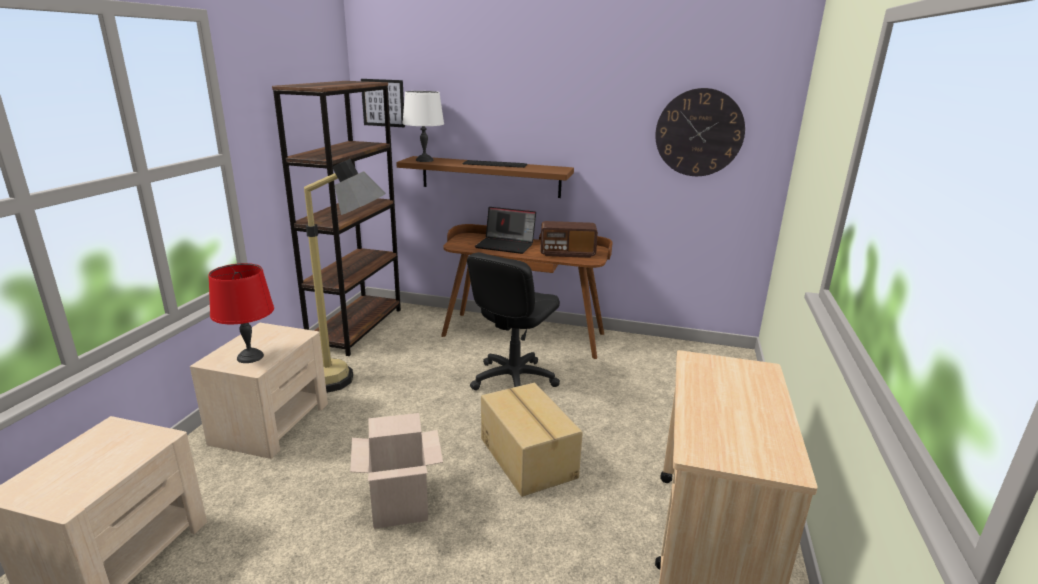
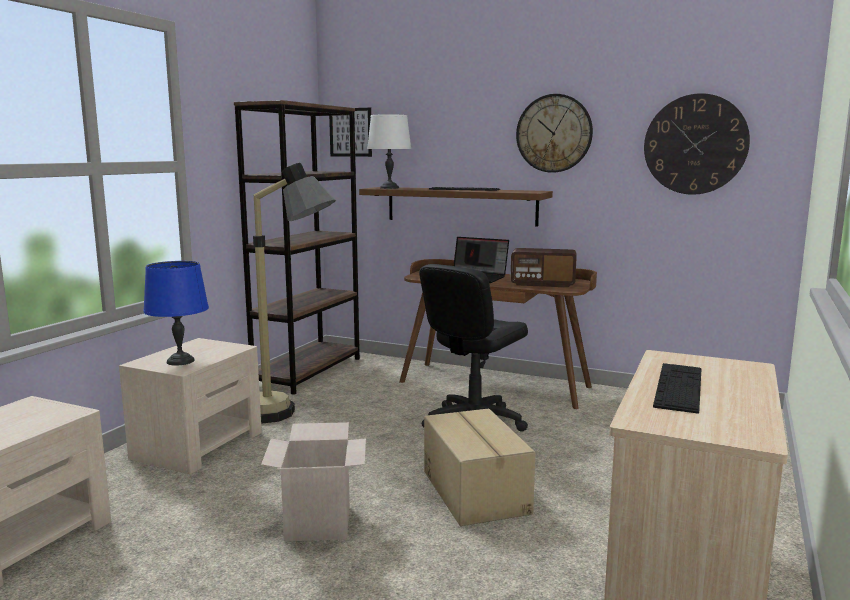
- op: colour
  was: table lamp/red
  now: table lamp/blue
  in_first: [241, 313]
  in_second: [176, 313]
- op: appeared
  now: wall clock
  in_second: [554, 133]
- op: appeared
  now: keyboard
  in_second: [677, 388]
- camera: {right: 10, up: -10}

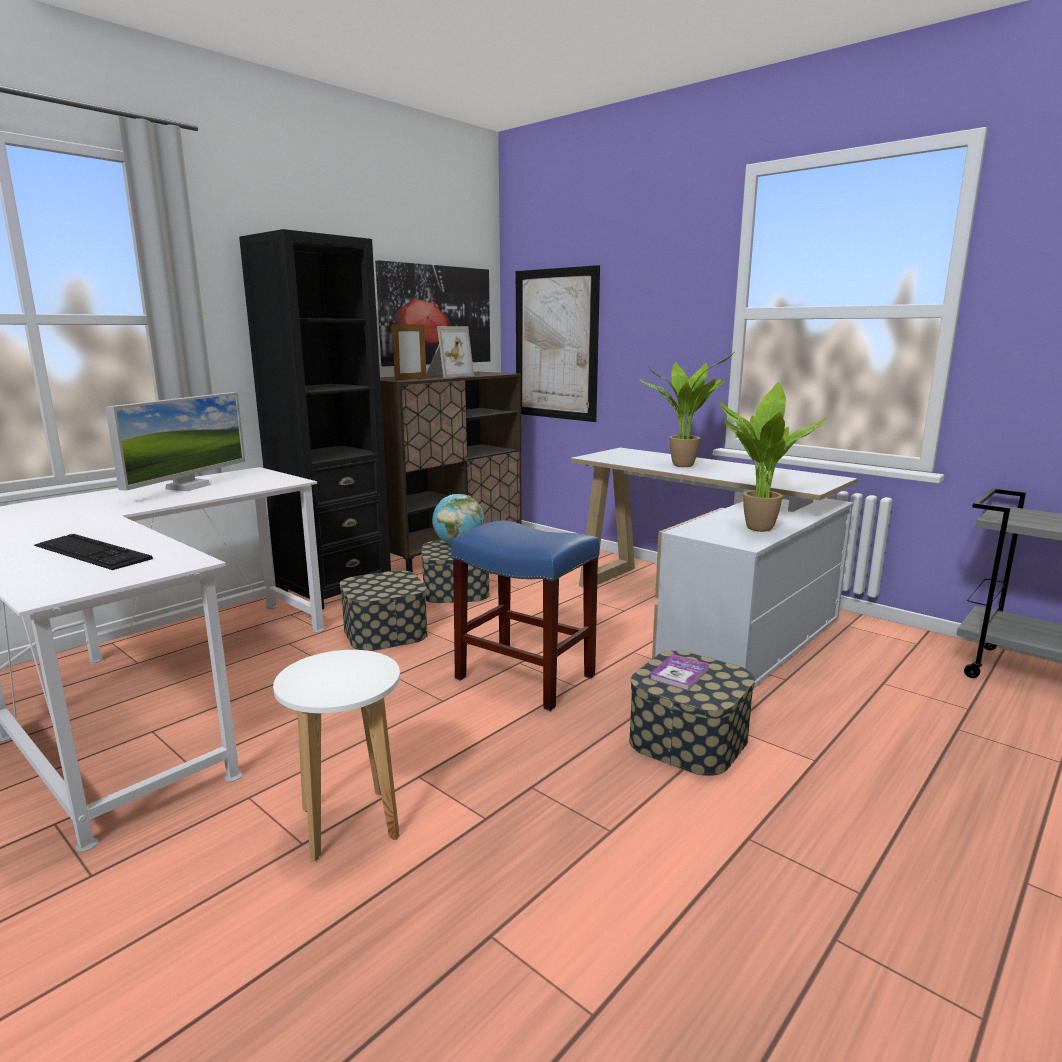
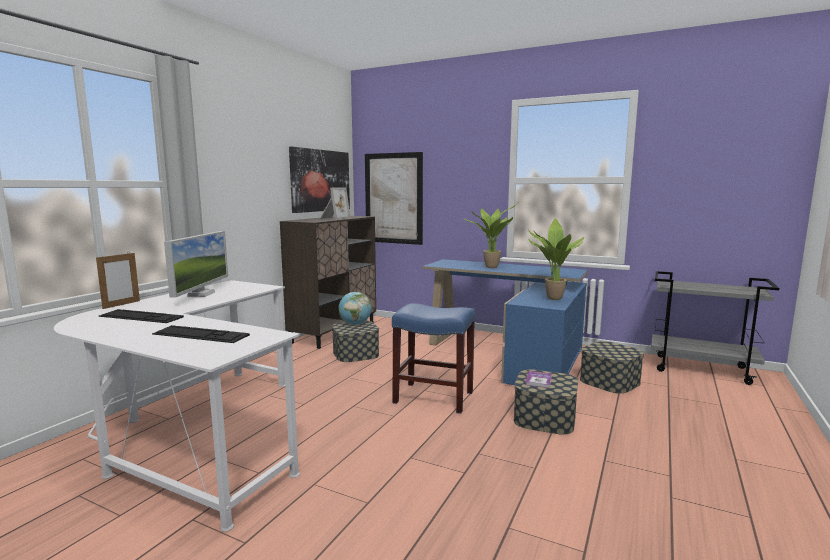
- op: missing
  was: bookcase/black
  in_first: [315, 419]
- op: relocated
  was: picture frame
  in_first: [409, 351]
  in_second: [118, 280]
- op: colour
  was: desk/white
  now: desk/blue
  in_first: [714, 567]
  in_second: [505, 322]
- op: relocated
  was: storage box
  in_first: [384, 610]
  in_second: [612, 367]
- op: missing
  was: stool/white
  in_first: [336, 755]
- op: appeared
  now: keyboard
  in_second: [141, 316]
- camera: {right: -15, up: -5}

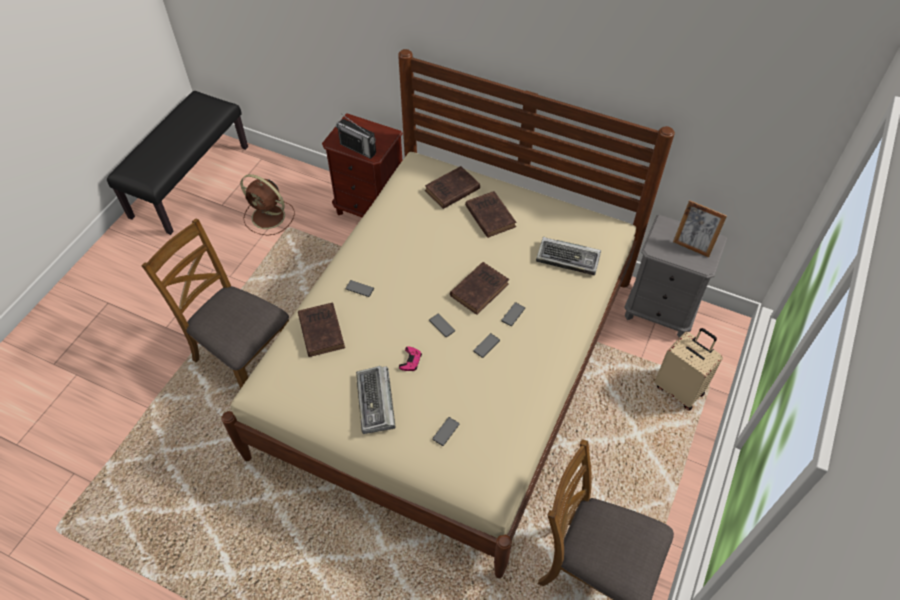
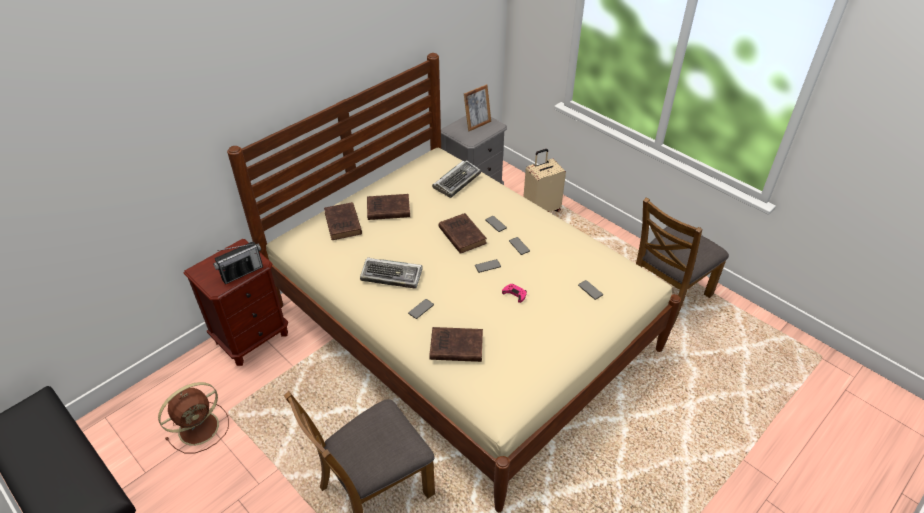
- op: relocated
  was: keyboard
  in_first: [376, 400]
  in_second: [391, 273]
- camera: {right: -70, up: -10}

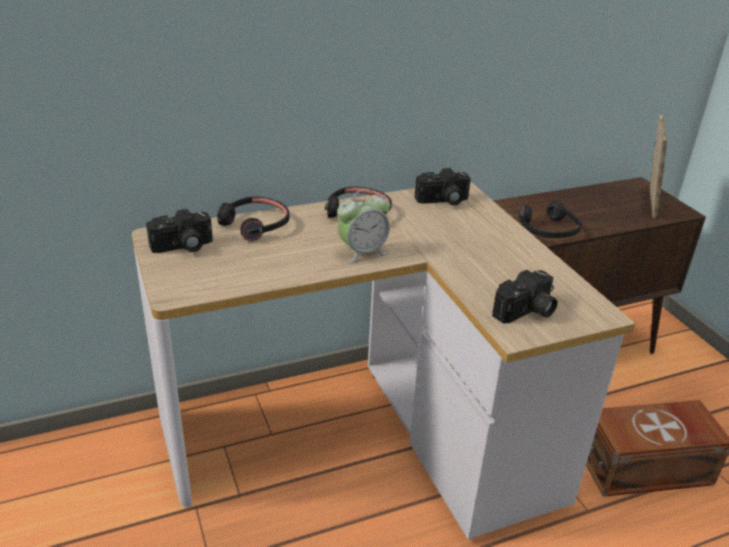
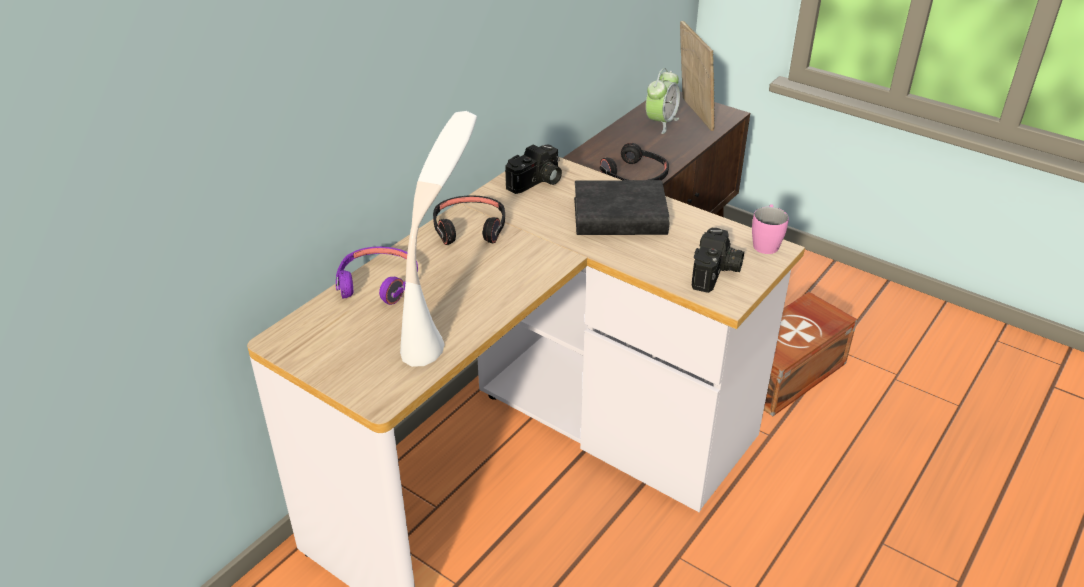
- op: relocated
  was: alarm clock
  in_first: [363, 226]
  in_second: [663, 101]
- op: colour
  was: headphones/black
  now: headphones/purple
  in_first: [253, 219]
  in_second: [377, 276]
- op: missing
  was: photo camera
  in_first: [179, 231]
- op: appeared
  now: table lamp/white
  in_second: [438, 239]
- op: appeared
  now: book/black
  in_second: [622, 207]
- op: appeared
  now: mug/pink
  in_second: [770, 229]
- camera: {right: -30, up: 5}

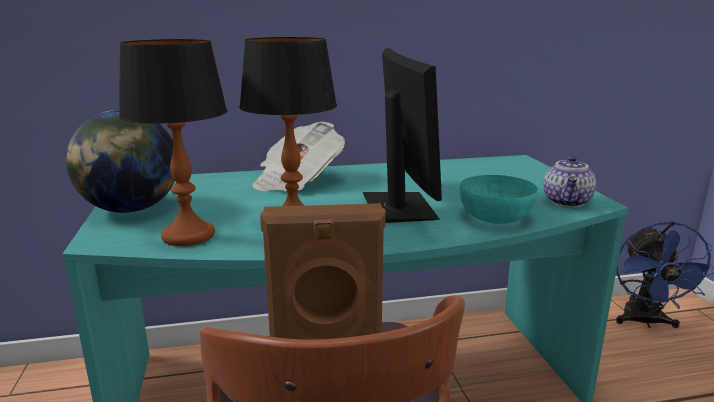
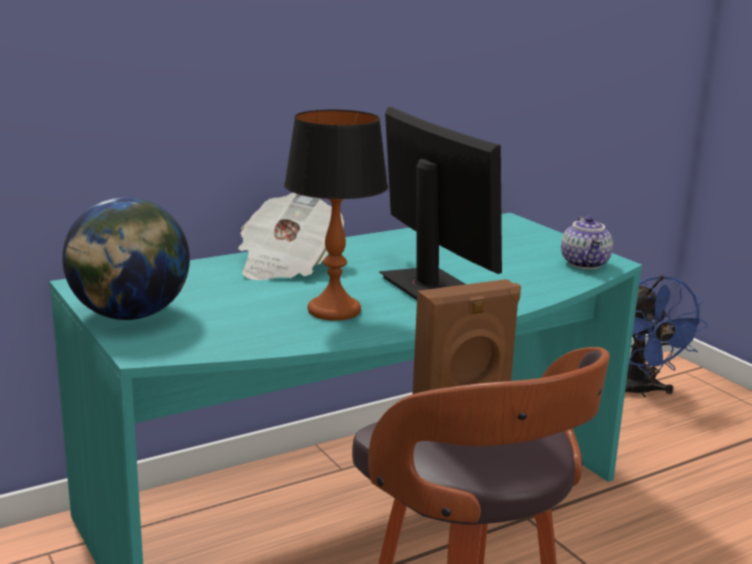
- op: missing
  was: table lamp
  in_first: [173, 142]
- op: missing
  was: bowl/turquoise
  in_first: [499, 199]
- camera: {right: -20, up: 0}

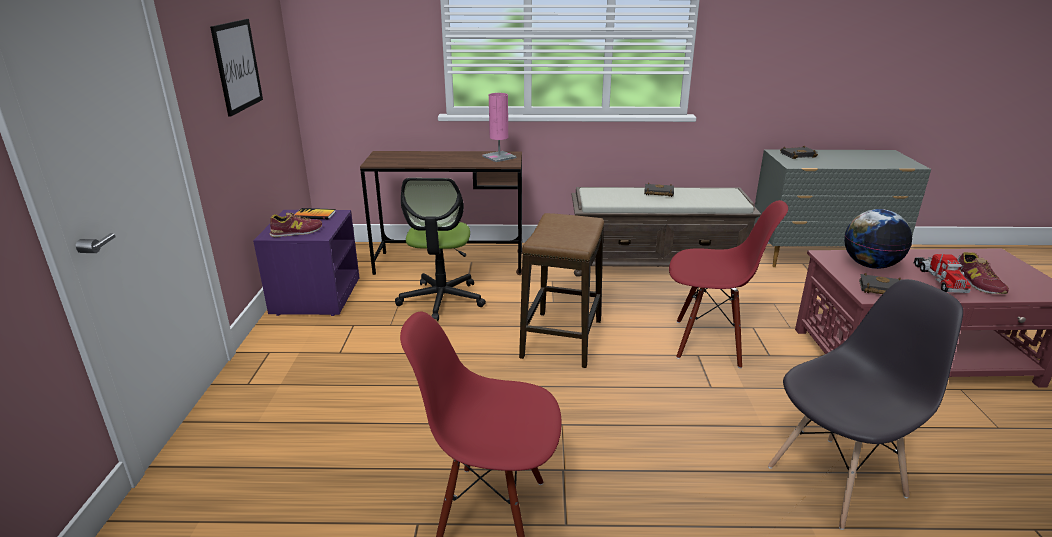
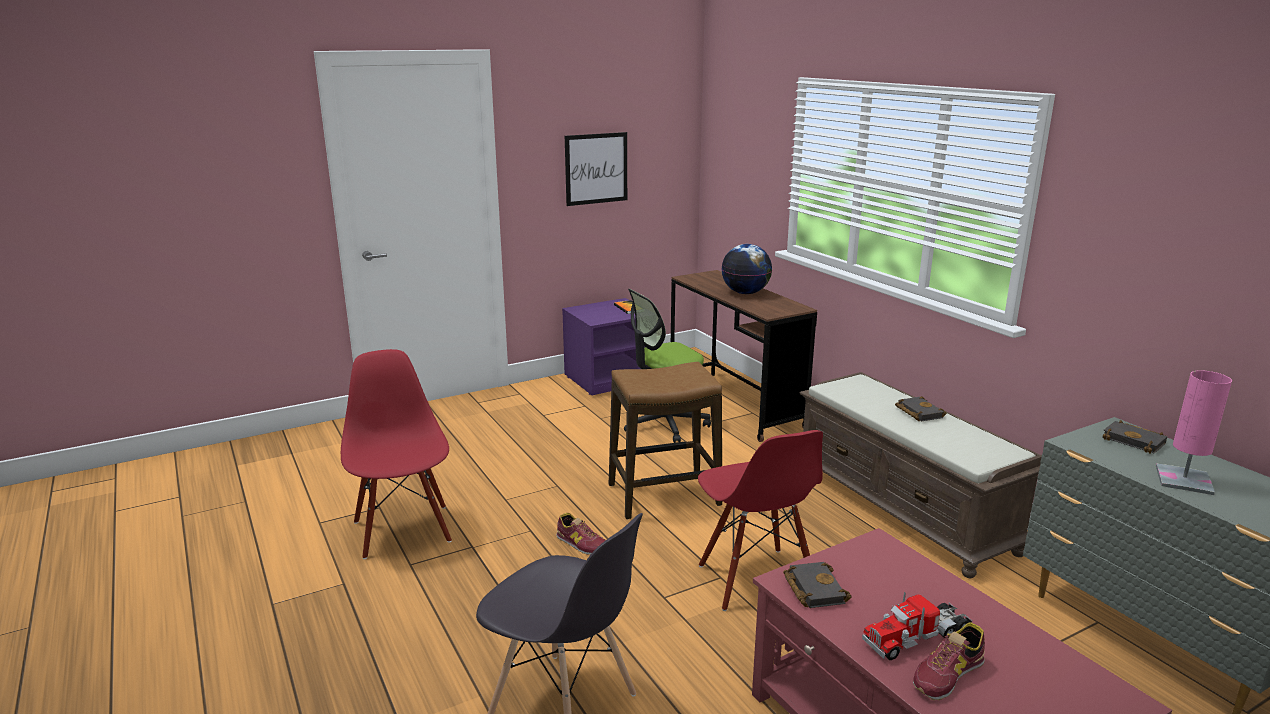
- op: relocated
  was: table lamp/pink
  in_first: [499, 127]
  in_second: [1194, 432]
- op: relocated
  was: globe
  in_first: [878, 239]
  in_second: [746, 269]
- op: relocated
  was: shoe
  in_first: [296, 224]
  in_second: [581, 534]
- camera: {right: 60, up: -5}

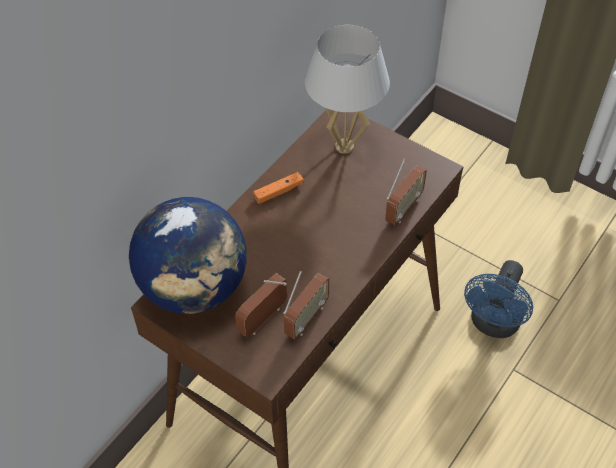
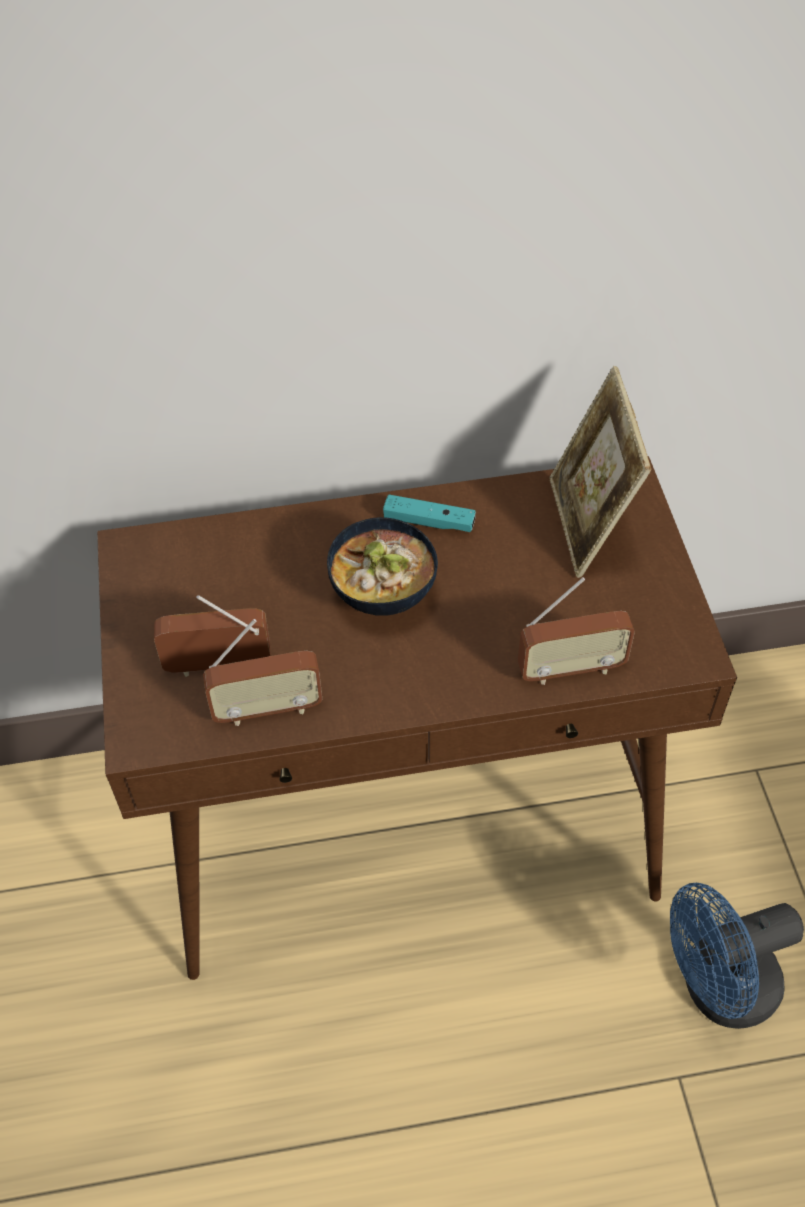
- op: exchanged
  was: table lamp/white
  now: picture frame
  in_first: [347, 89]
  in_second: [601, 472]
- op: colour
  was: game controller/orange
  now: game controller/turquoise
  in_first: [278, 188]
  in_second: [429, 513]
- op: missing
  was: globe
  in_first: [188, 255]
- op: appeared
  now: bowl
  in_second: [382, 566]
- camera: {right: 45, up: 0}

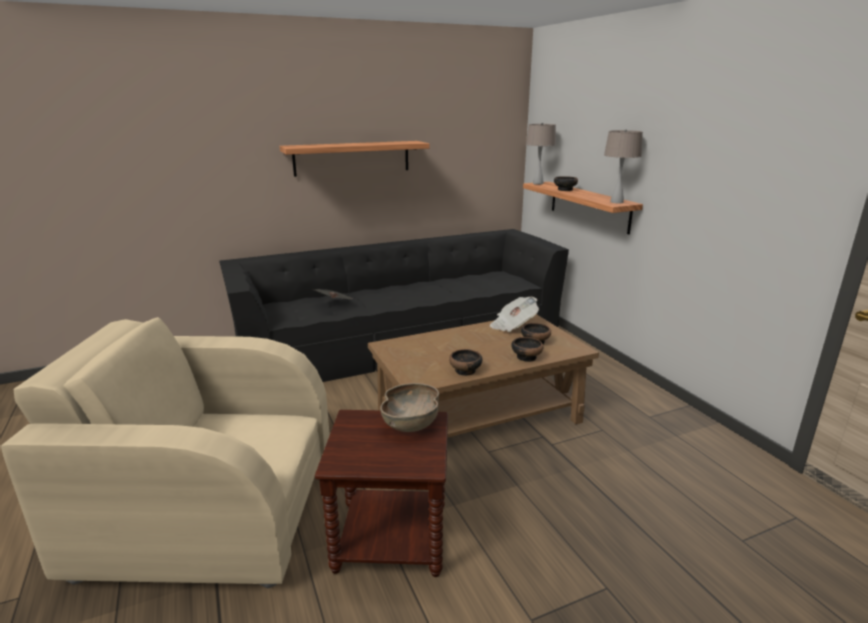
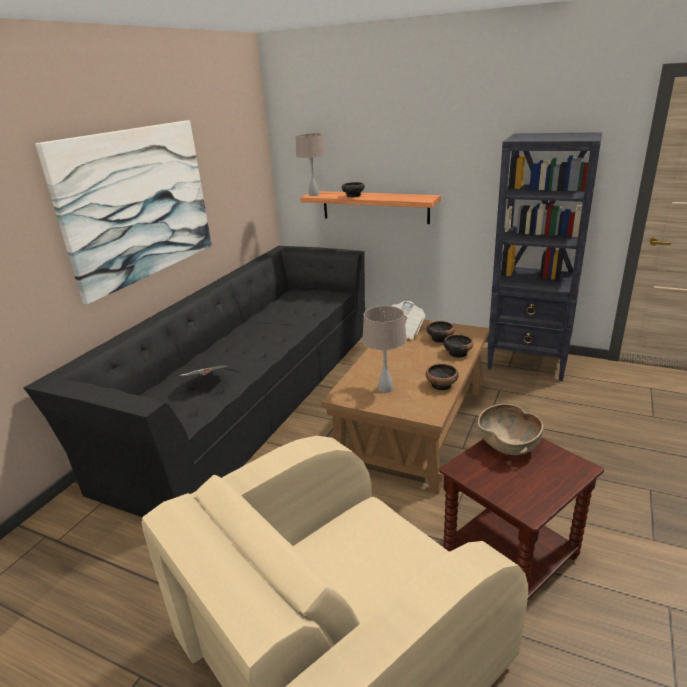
- op: relocated
  was: table lamp/beige
  in_first: [623, 166]
  in_second: [384, 349]
- op: exchanged
  was: shelf
  now: picture
  in_first: [355, 159]
  in_second: [123, 212]
- op: appeared
  now: bookcase/black
  in_second: [544, 256]
- camera: {right: -40, up: 5}

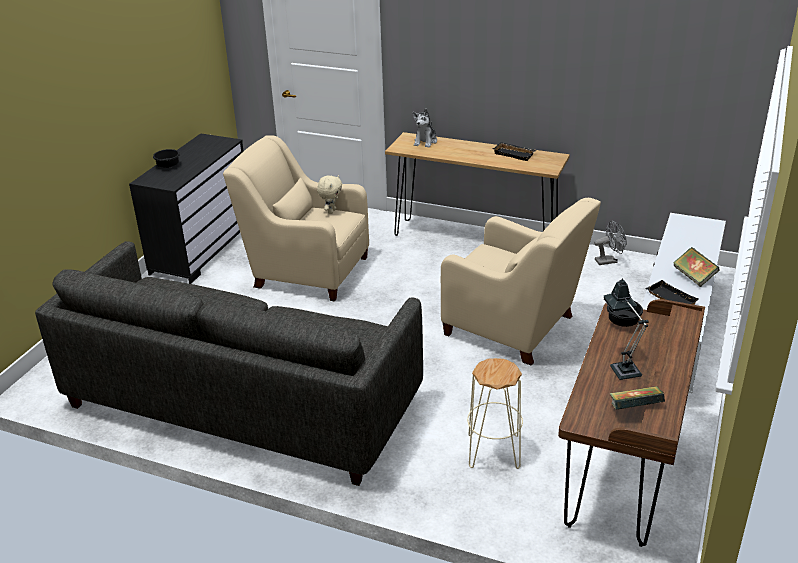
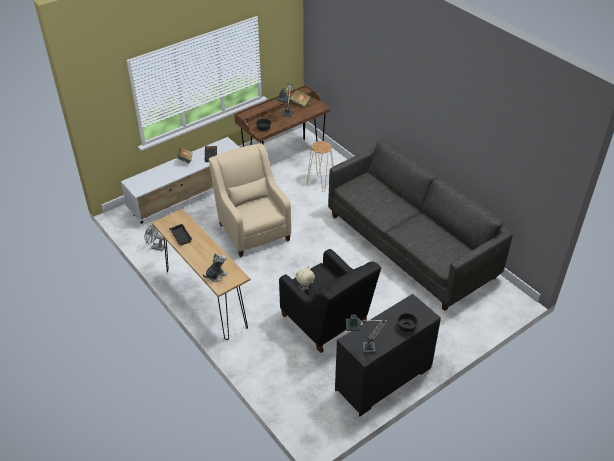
- op: colour
  was: armchair/beige
  now: armchair/black
  in_first: [296, 218]
  in_second: [330, 301]
- op: appeared
  now: table lamp
  in_second: [367, 333]
- camera: {right: -150, up: 10}

